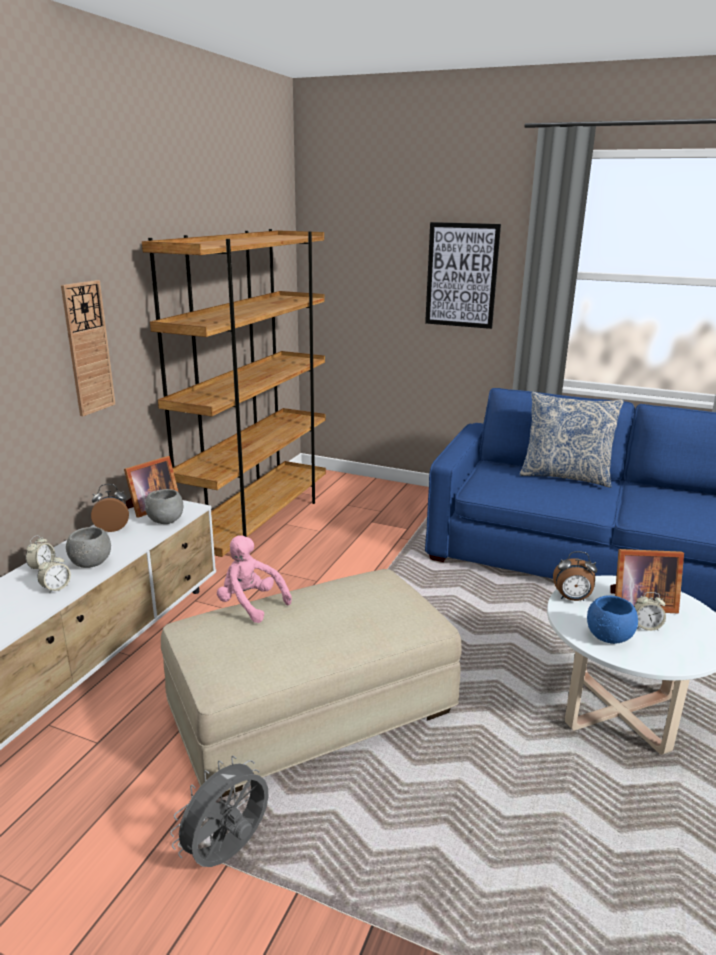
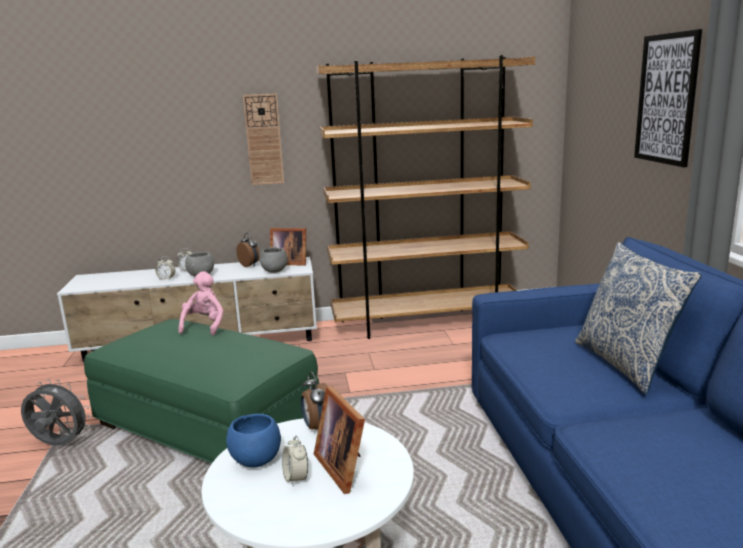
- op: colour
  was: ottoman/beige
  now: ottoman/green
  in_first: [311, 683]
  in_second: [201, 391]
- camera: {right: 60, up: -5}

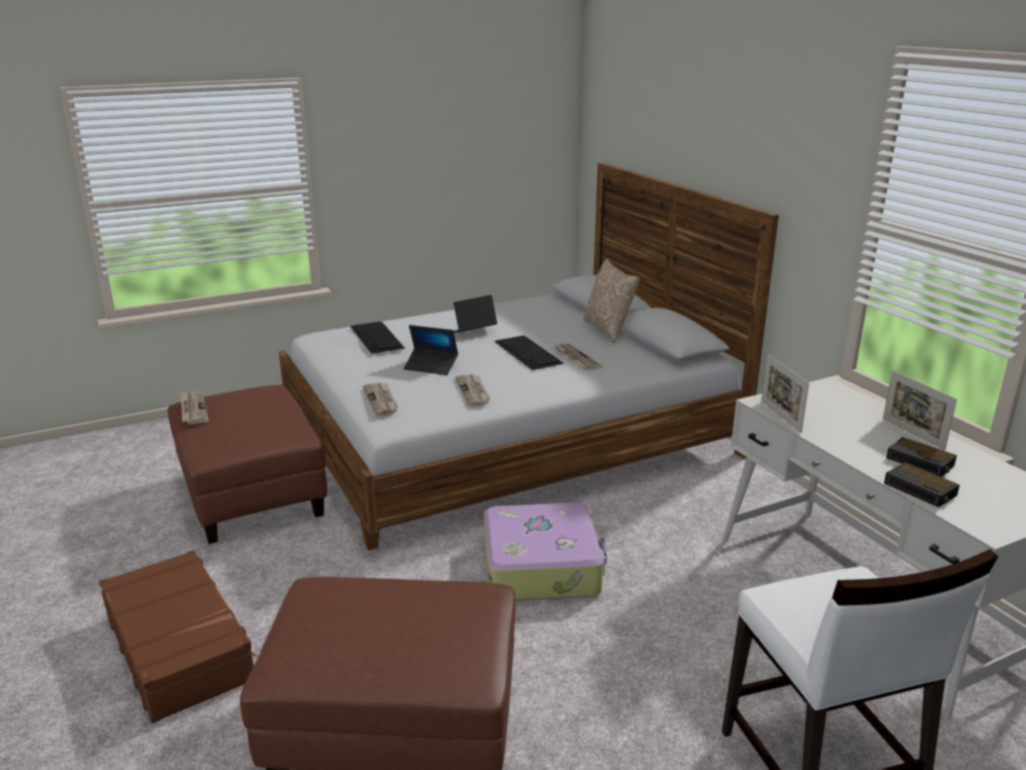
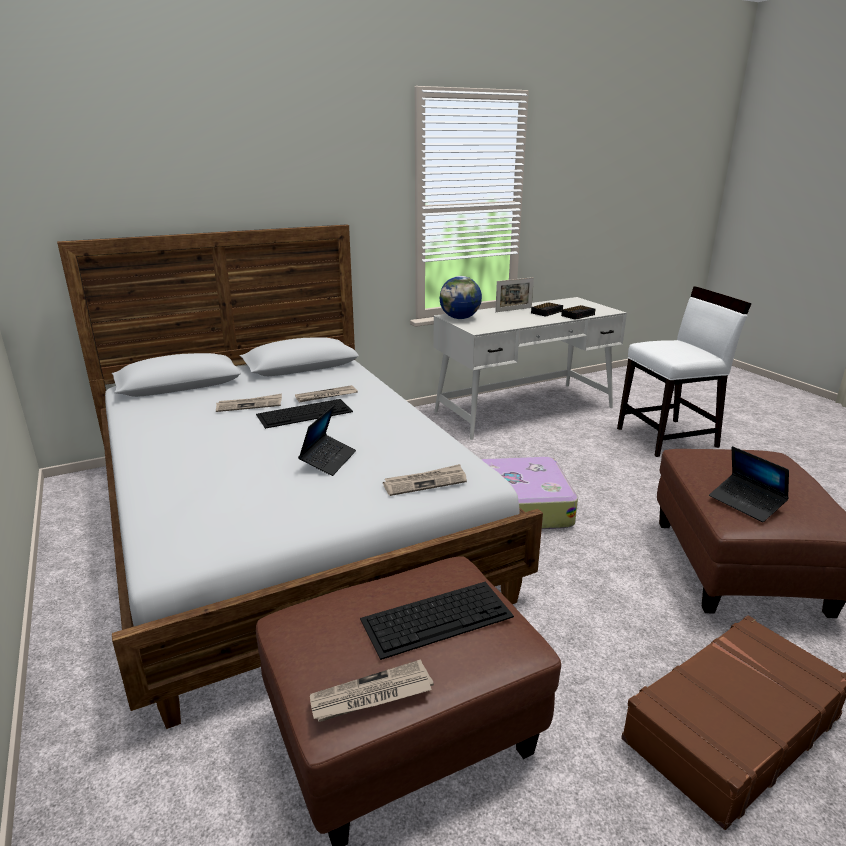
- op: missing
  was: pillow
  in_first: [612, 301]
- op: relocated
  was: laptop
  in_first: [475, 314]
  in_second: [749, 484]
- op: relocated
  was: keyboard
  in_first: [377, 338]
  in_second: [437, 621]
- op: missing
  was: picture frame
  in_first: [785, 394]
- op: relocated
  was: newspaper
  in_first: [472, 390]
  in_second: [249, 402]
- op: appeared
  now: globe
  in_second: [461, 297]
- camera: {right: -90, up: 0}

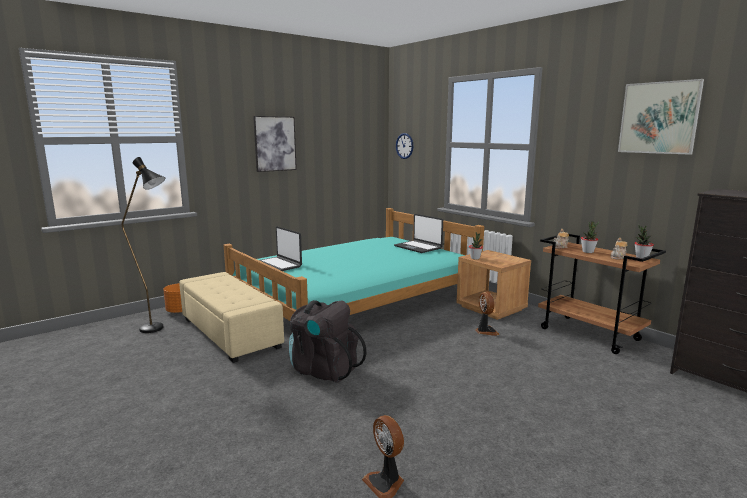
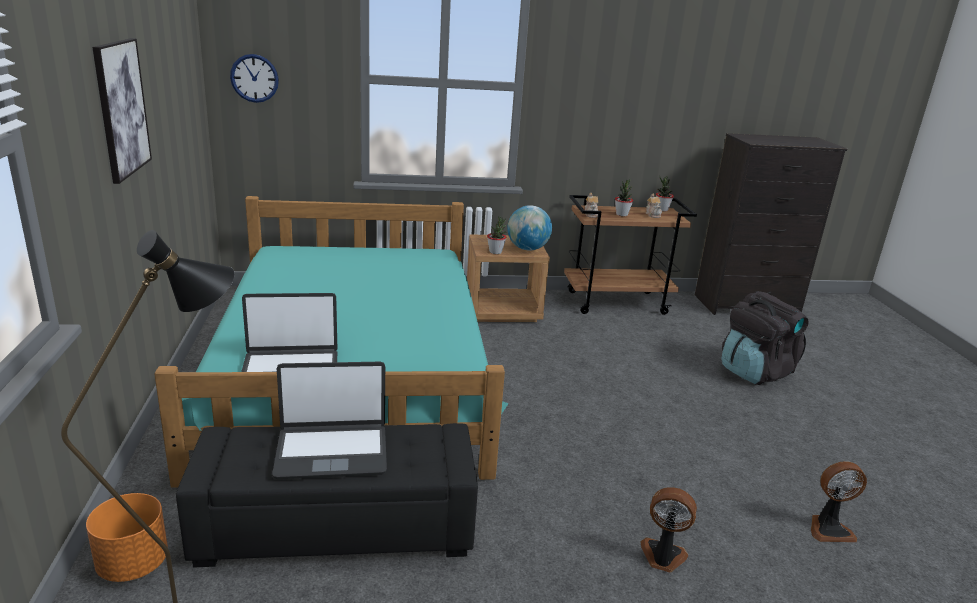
- op: missing
  was: picture
  in_first: [661, 117]
- op: relocated
  was: laptop
  in_first: [418, 233]
  in_second: [329, 420]
- op: colour
  was: ottoman/beige
  now: ottoman/black
  in_first: [231, 317]
  in_second: [327, 495]
- op: relocated
  was: fan
  in_first: [487, 314]
  in_second: [668, 529]
- op: relocated
  was: backpack/black
  in_first: [328, 341]
  in_second: [765, 338]
- op: appeared
  now: globe
  in_second: [530, 227]
- camera: {right: -60, up: 10}

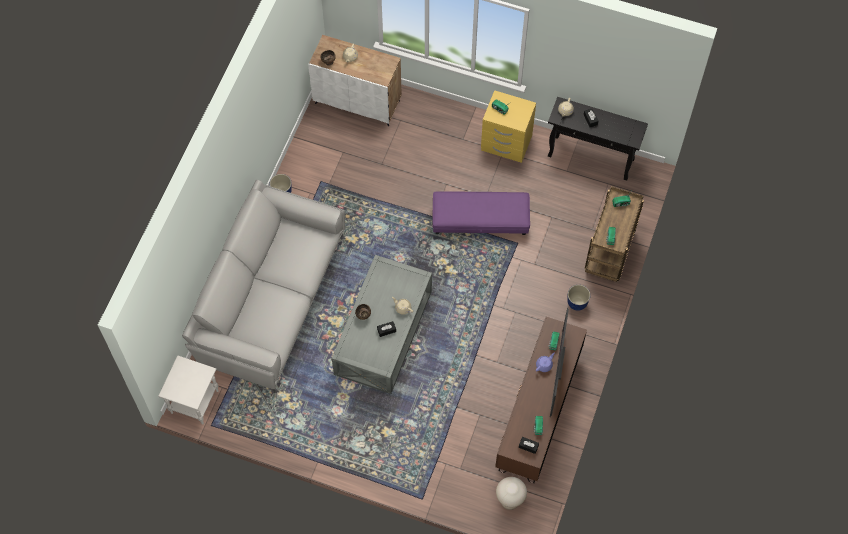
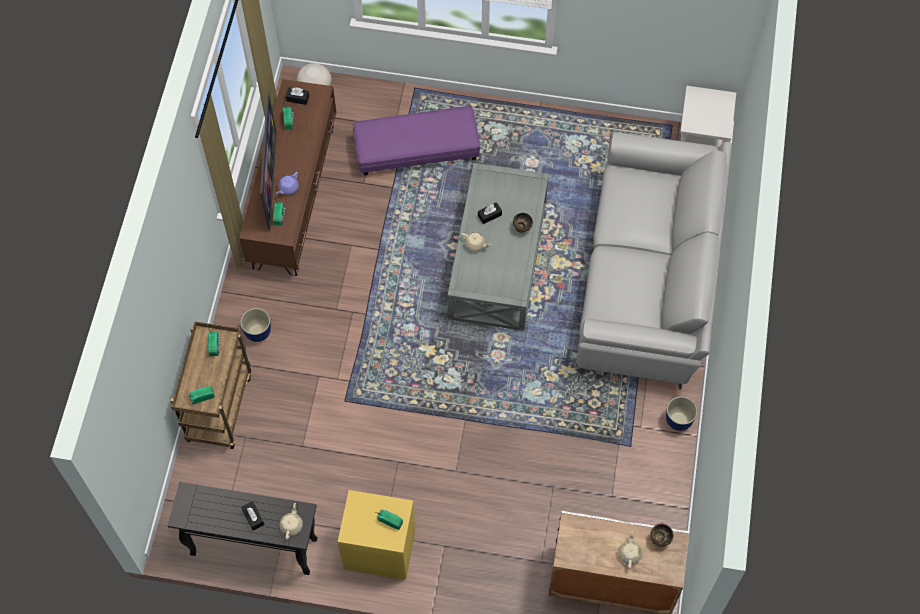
- op: relocated
  was: ottoman/purple
  in_first: [481, 213]
  in_second: [416, 140]
- camera: {right: 170, up: 0}

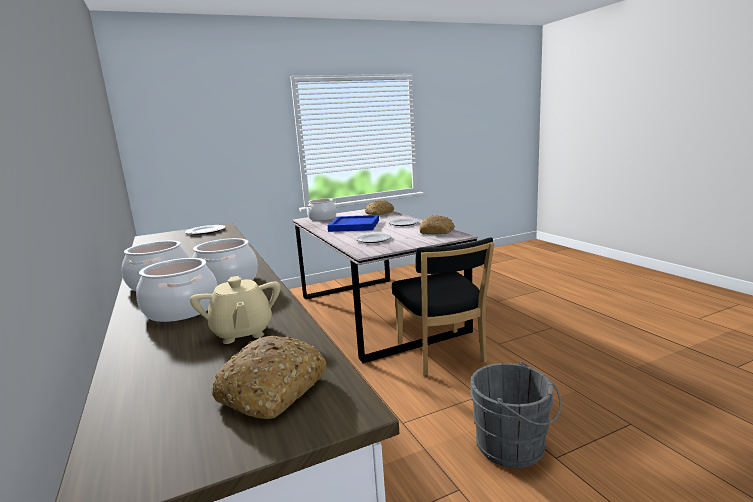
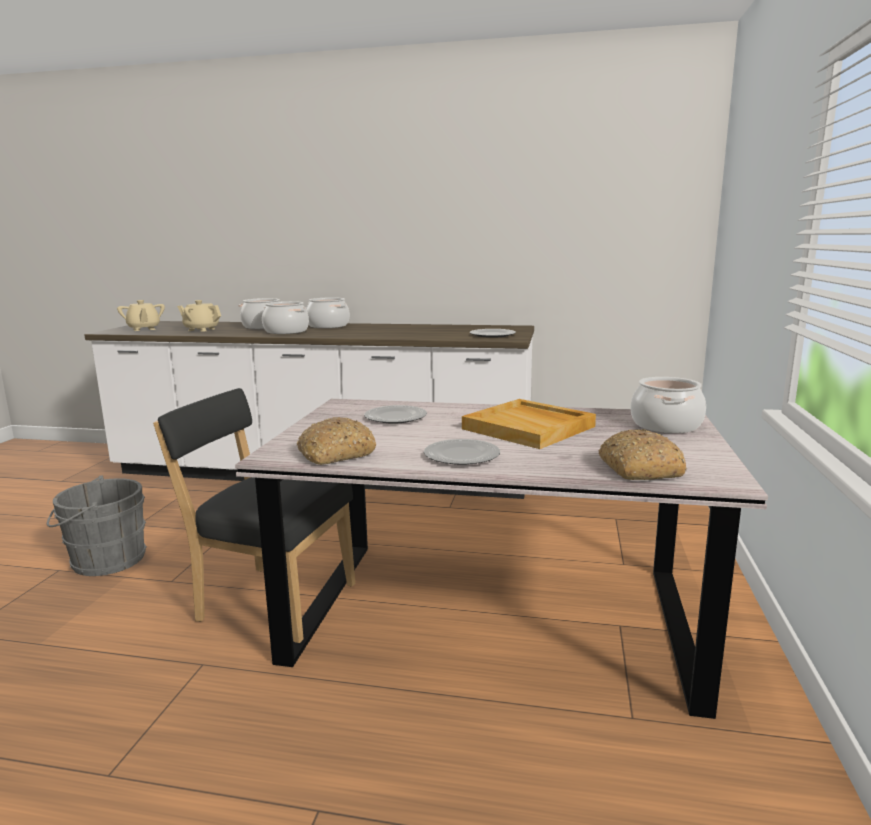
- op: colour
  was: tray/blue
  now: tray/beige
  in_first: [353, 223]
  in_second: [529, 424]
- op: exchanged
  was: bread
  now: teapot/beige
  in_first: [269, 377]
  in_second: [141, 315]
- camera: {right: 125, up: 0}

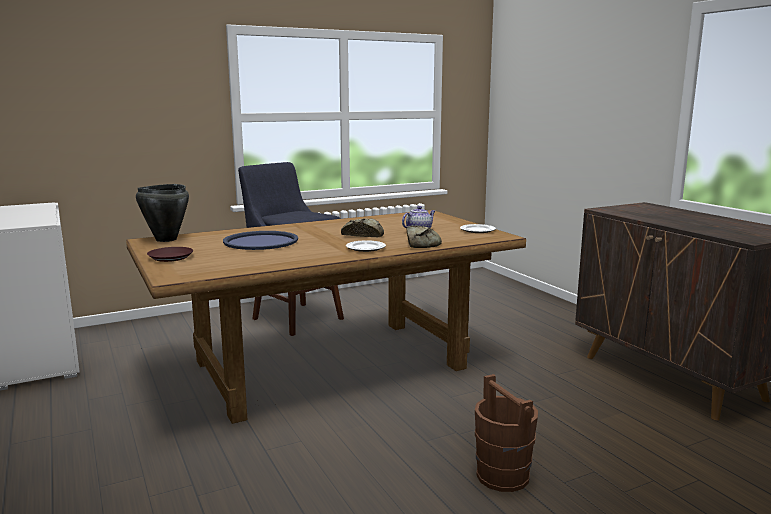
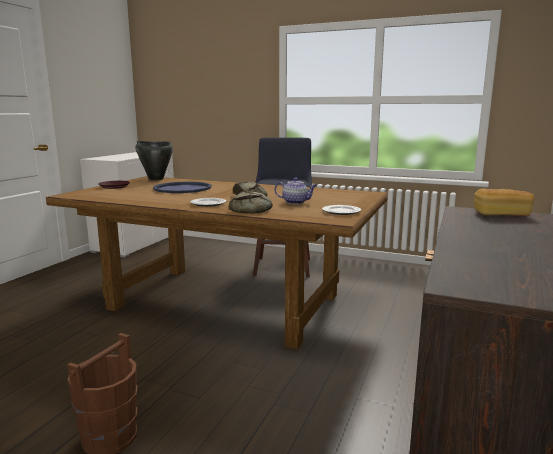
- op: appeared
  now: bread
  in_second: [504, 202]
- camera: {right: 50, up: 0}

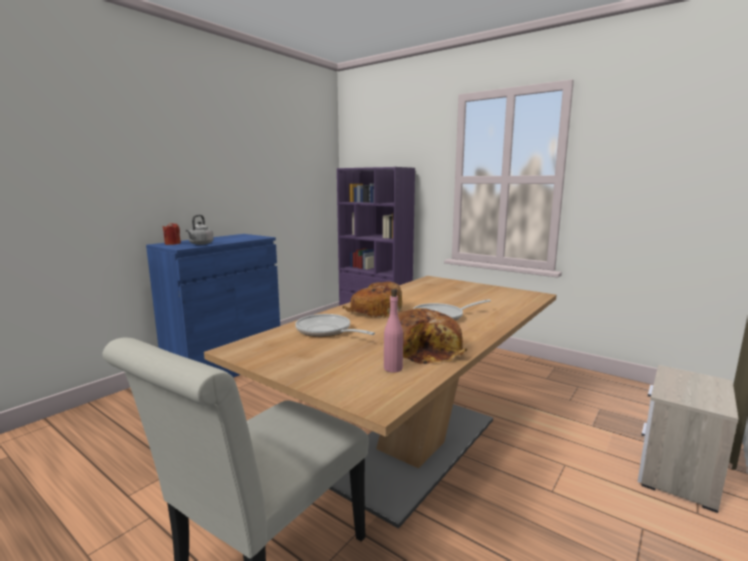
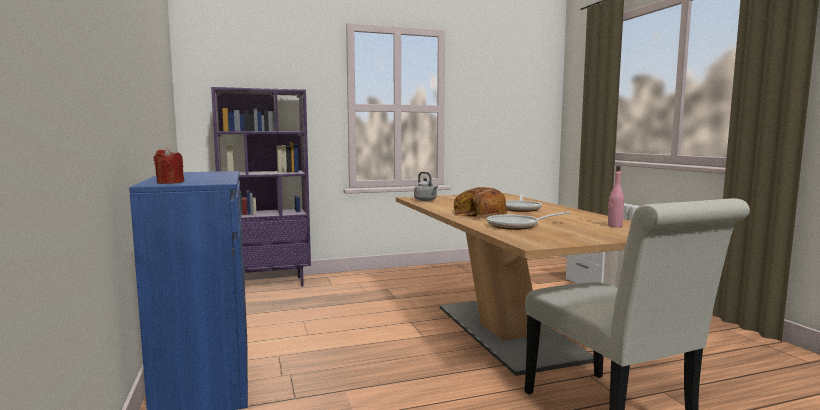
- op: relocated
  was: kettle/grey
  in_first: [200, 230]
  in_second: [426, 186]
- op: missing
  was: bread
  in_first: [432, 336]
- camera: {right: -55, up: -5}

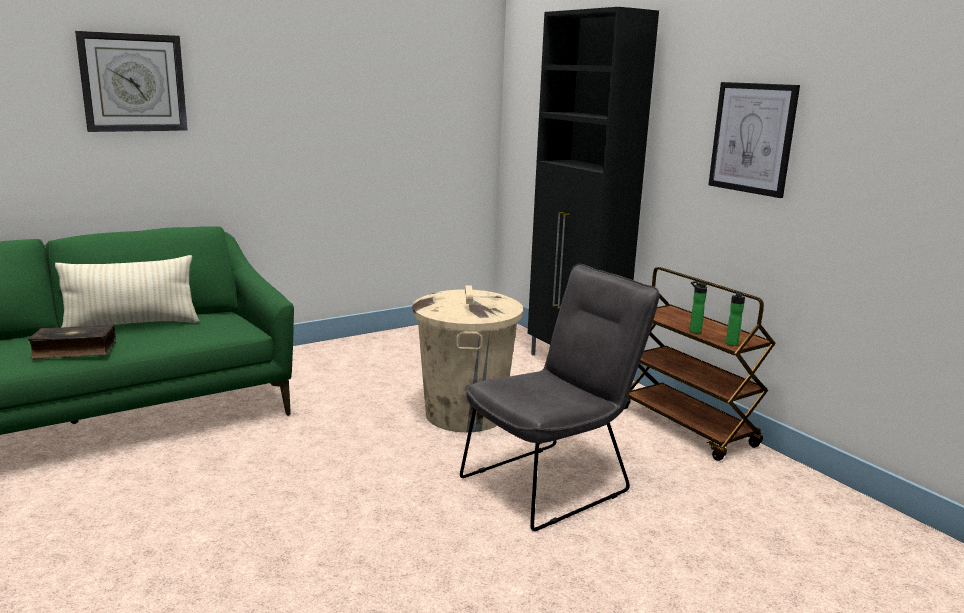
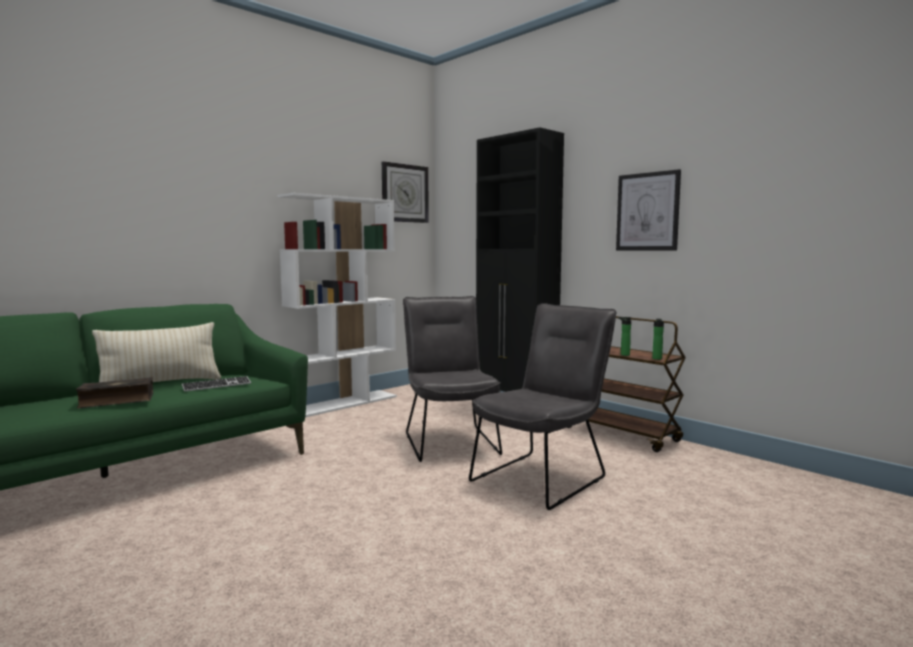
- op: relocated
  was: wall clock
  in_first: [131, 81]
  in_second: [405, 192]
- op: exchanged
  was: trash can/beige
  now: chair/grey
  in_first: [467, 358]
  in_second: [452, 379]
- op: appeared
  now: bookcase/white
  in_second: [337, 305]
- op: appeared
  now: keyboard
  in_second: [216, 384]
- camera: {right: -10, up: -10}

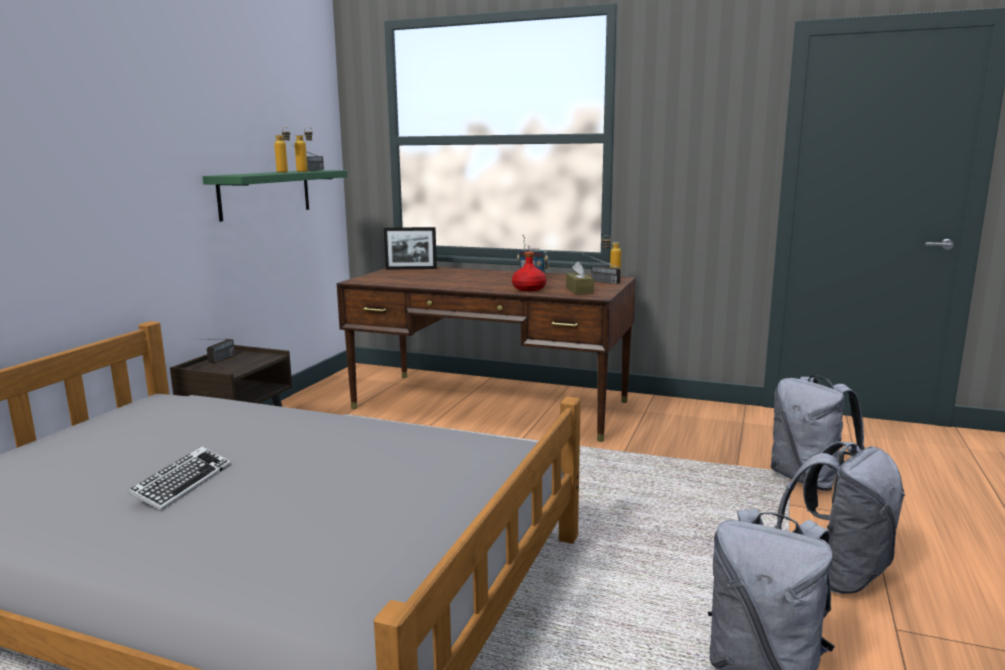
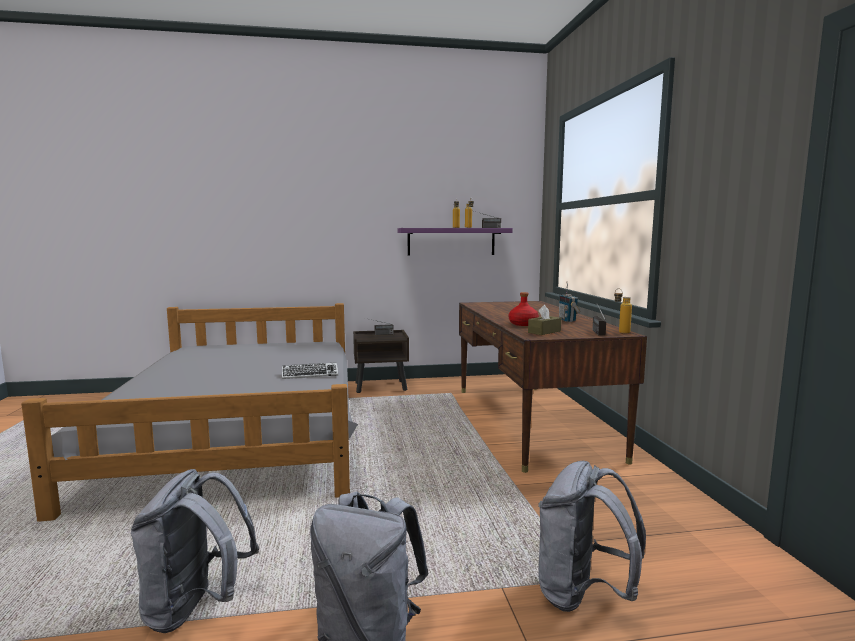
- op: colour
  was: shelf/green
  now: shelf/purple
  in_first: [275, 196]
  in_second: [455, 242]
- op: missing
  was: picture frame
  in_first: [410, 248]
- op: relocated
  was: keyboard
  in_first: [179, 478]
  in_second: [310, 370]
- camera: {right: 60, up: -5}

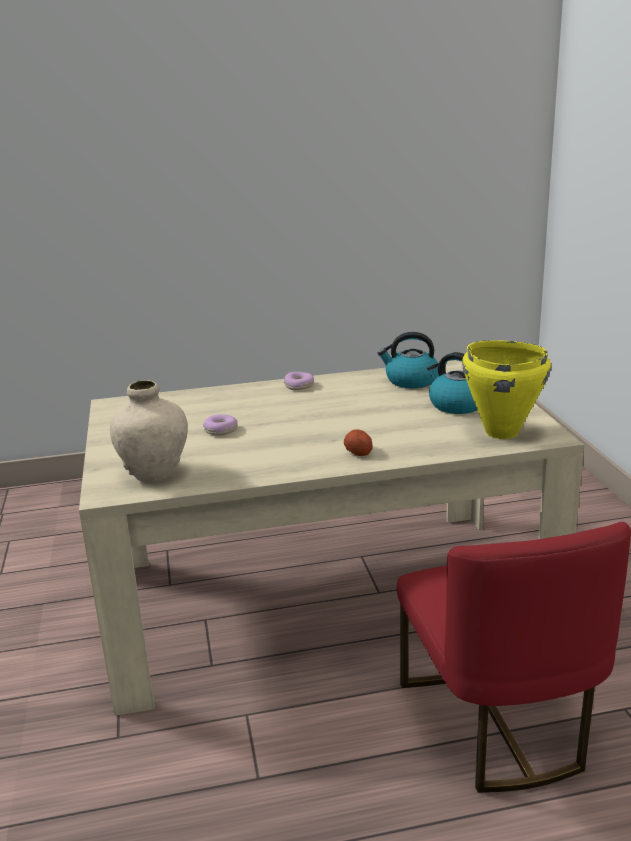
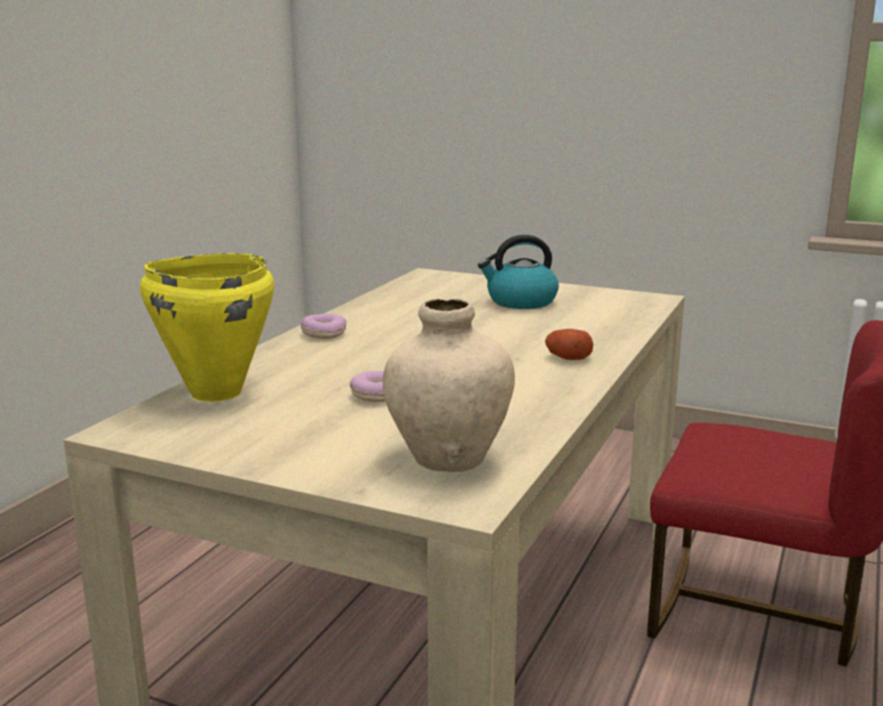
- op: missing
  was: kettle
  in_first: [408, 360]
- op: relocated
  was: cooking pot/yellow
  in_first: [506, 389]
  in_second: [207, 327]
- camera: {right: -55, up: -5}

